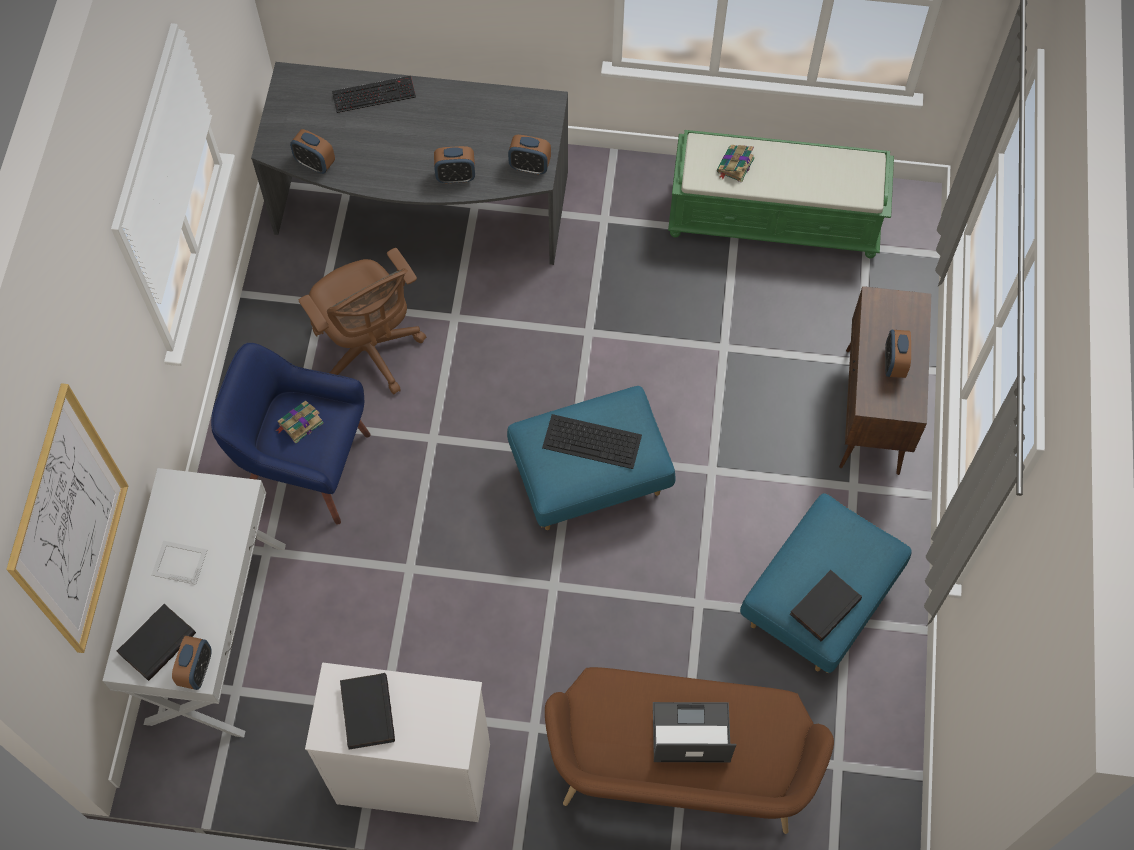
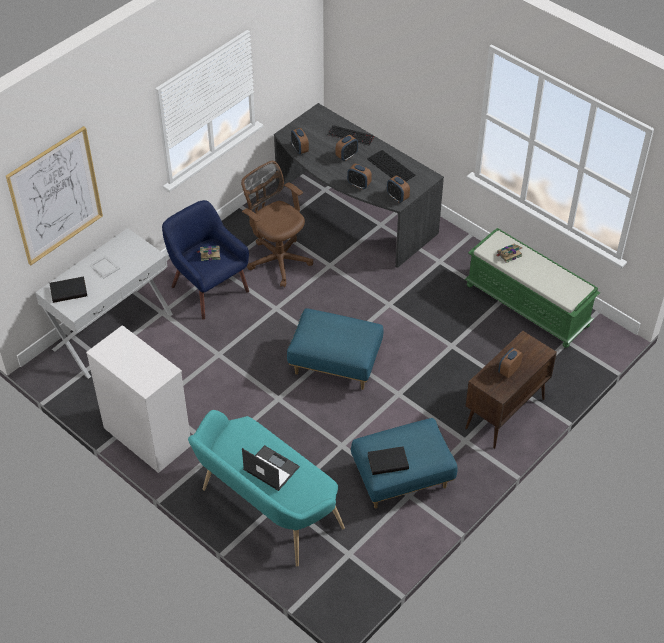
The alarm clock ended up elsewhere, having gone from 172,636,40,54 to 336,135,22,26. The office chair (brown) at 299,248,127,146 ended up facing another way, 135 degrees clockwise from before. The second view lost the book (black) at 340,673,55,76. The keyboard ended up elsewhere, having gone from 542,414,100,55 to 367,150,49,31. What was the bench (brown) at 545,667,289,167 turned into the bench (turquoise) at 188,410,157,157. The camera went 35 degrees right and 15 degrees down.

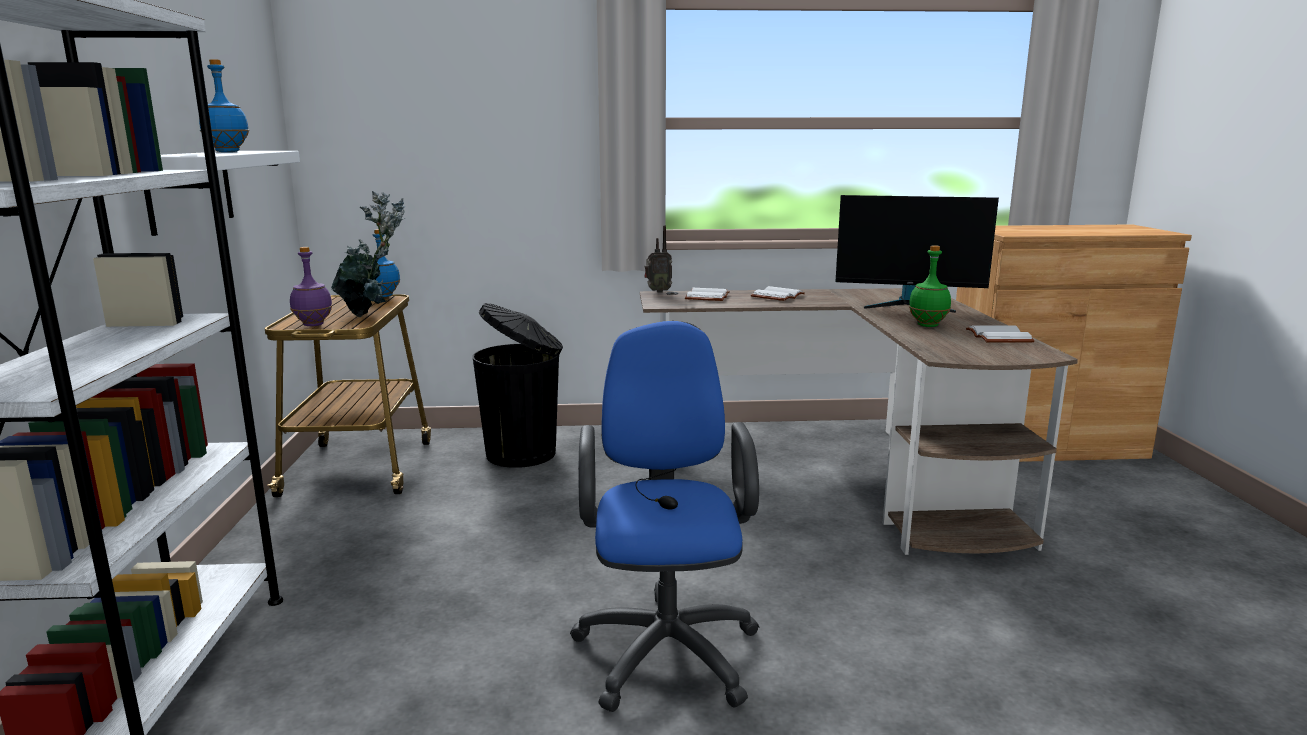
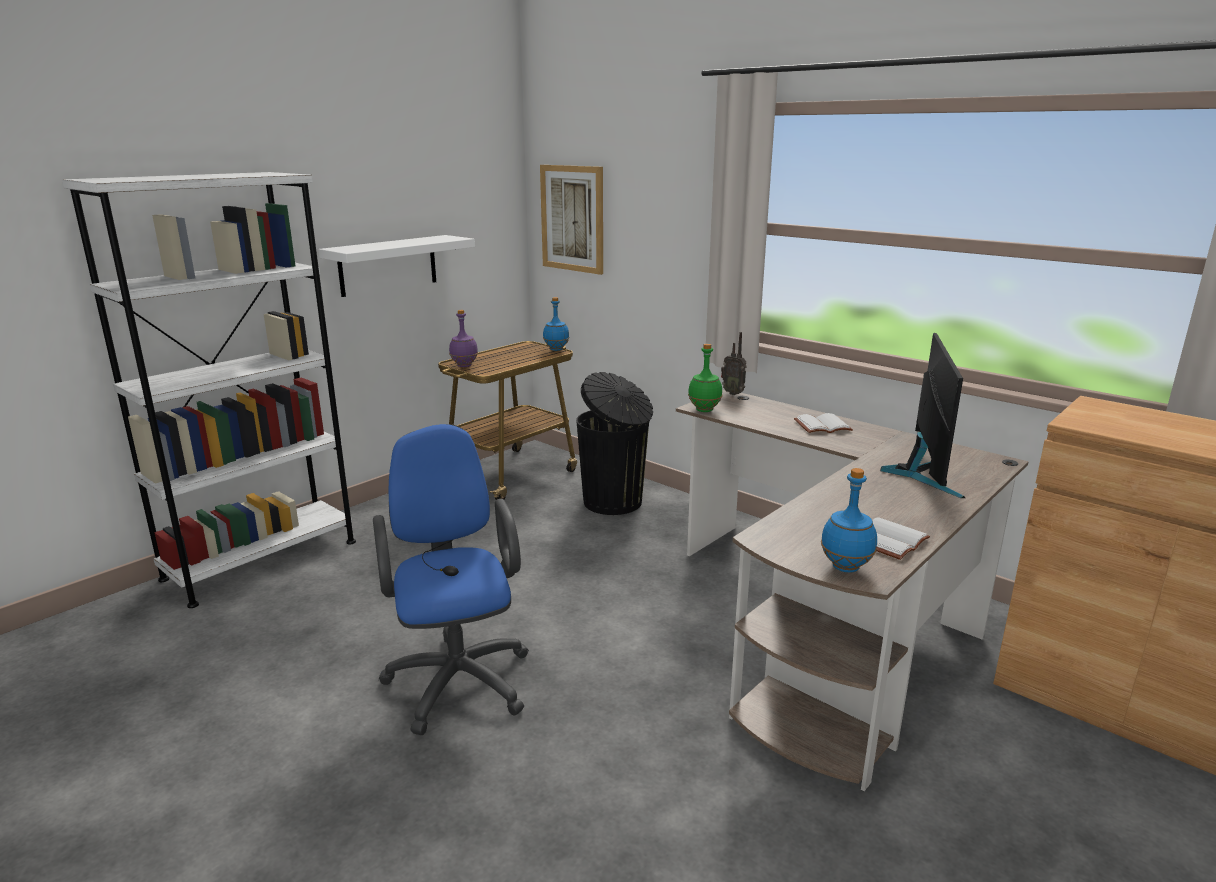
The bottle (blue) ended up elsewhere, having gone from 199,59,50,93 to 821,468,56,105. The second view lost the potted plant at 331,191,75,126. The office chair (blue) at 570,321,189,391 ended up facing another way, 60 degrees counterclockwise from before. The second view lost the book (white) at 685,288,45,13. The monitor at 835,195,164,118 ended up facing another way, 135 degrees counterclockwise from before. The bottle (green) ended up elsewhere, having gone from 909,245,42,82 to 688,344,34,68. The second view gained the picture at 540,165,63,110. The camera went 45 degrees right and 5 degrees up.

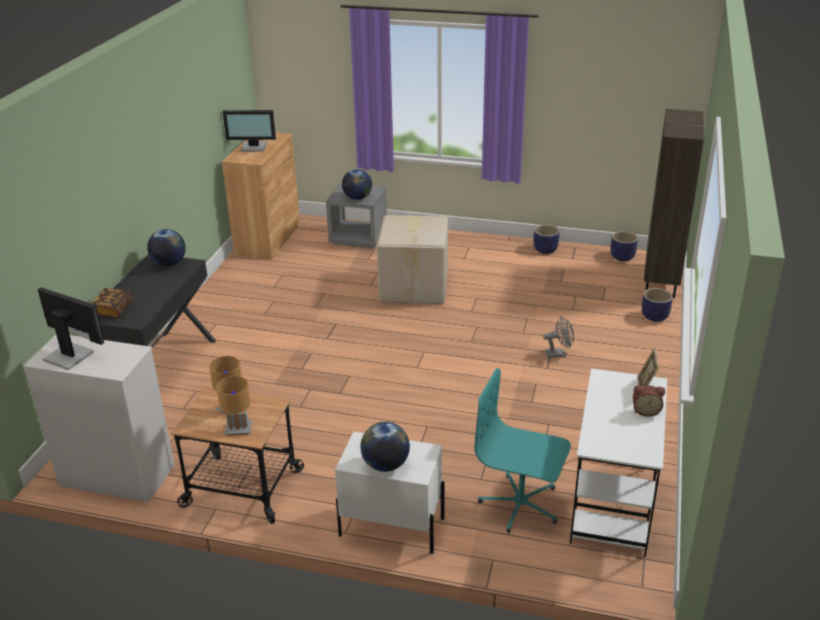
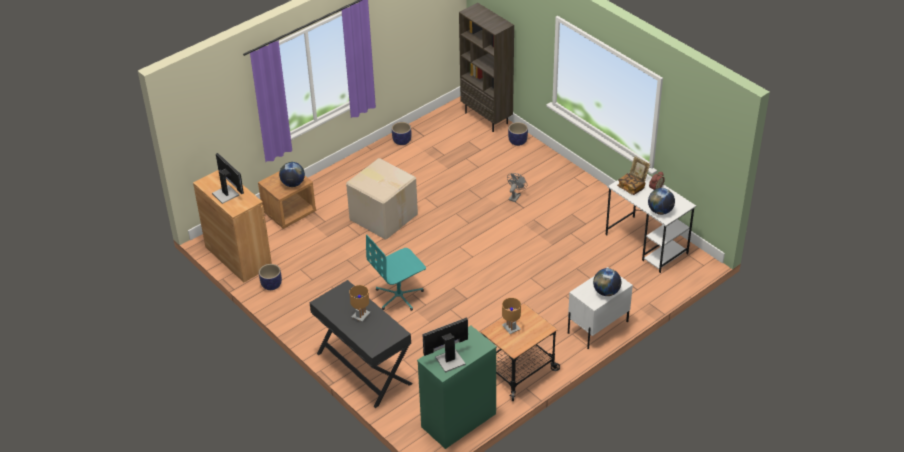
What was the dresser (white) at 23,335,152,167 turned into the dresser (green) at 417,326,80,123. The book ended up elsewhere, having gone from 92,288,40,31 to 617,173,28,22. The globe ended up elsewhere, having gone from 147,229,39,38 to 648,188,27,27. The table lamp (brown) ended up elsewhere, having gone from 216,376,36,60 to 350,285,20,37. The monitor at 223,110,53,42 ended up facing another way, 75 degrees counterclockwise from before. What was the nightstand (grey) at 326,183,61,65 turned into the nightstand (brown) at 258,171,58,58. The office chair (turquoise) ended up elsewhere, having gone from 474,368,97,165 to 366,235,60,76. The planter ended up elsewhere, having gone from 611,231,27,30 to 259,264,23,26. The camera went 55 degrees left and 10 degrees up.

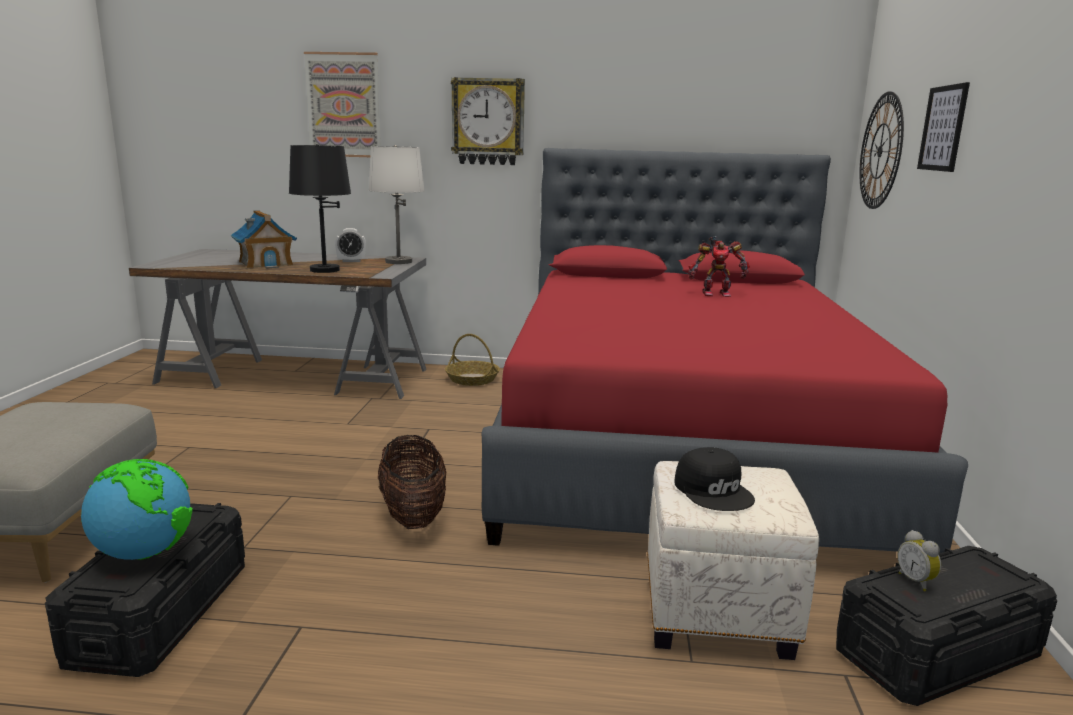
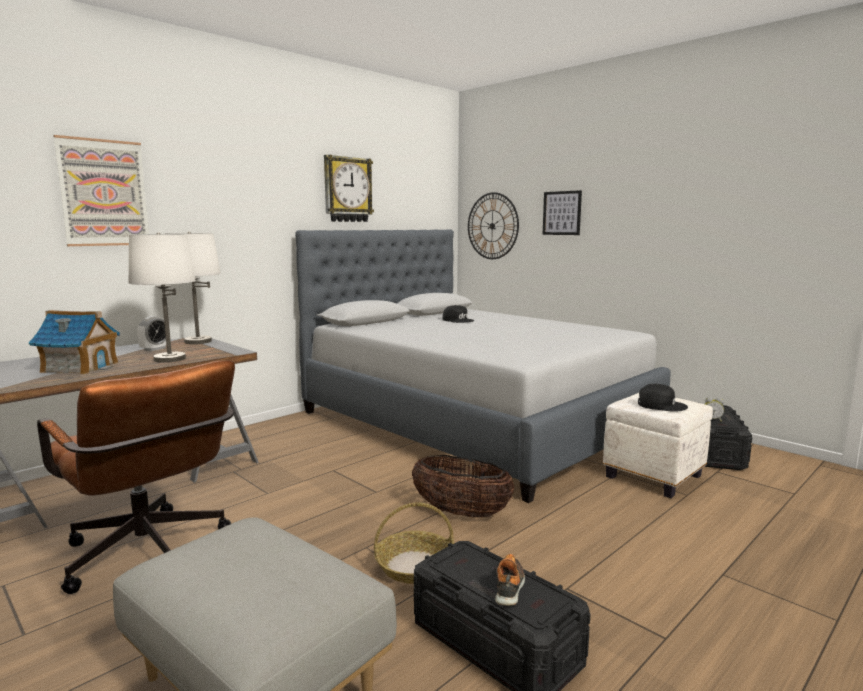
Where the globe stood at 81,459,111,101, the shoe came to stand at 495,554,30,52. What was the table lamp (black) at 289,144,62,129 turned into the table lamp (white) at 129,232,67,131. The basket ended up elsewhere, having gone from 445,334,55,52 to 374,503,80,81. The wall clock ended up elsewhere, having gone from 451,77,74,88 to 324,155,50,67. What was the bed (red) at 482,148,486,405 turned into the bed (grey) at 295,229,375,274. Where the toy robot stood at 688,236,62,61, the cap (black) came to stand at 442,305,33,18. The second view gained the office chair (brown) at 37,360,198,234. The camera went 50 degrees left and 5 degrees down.

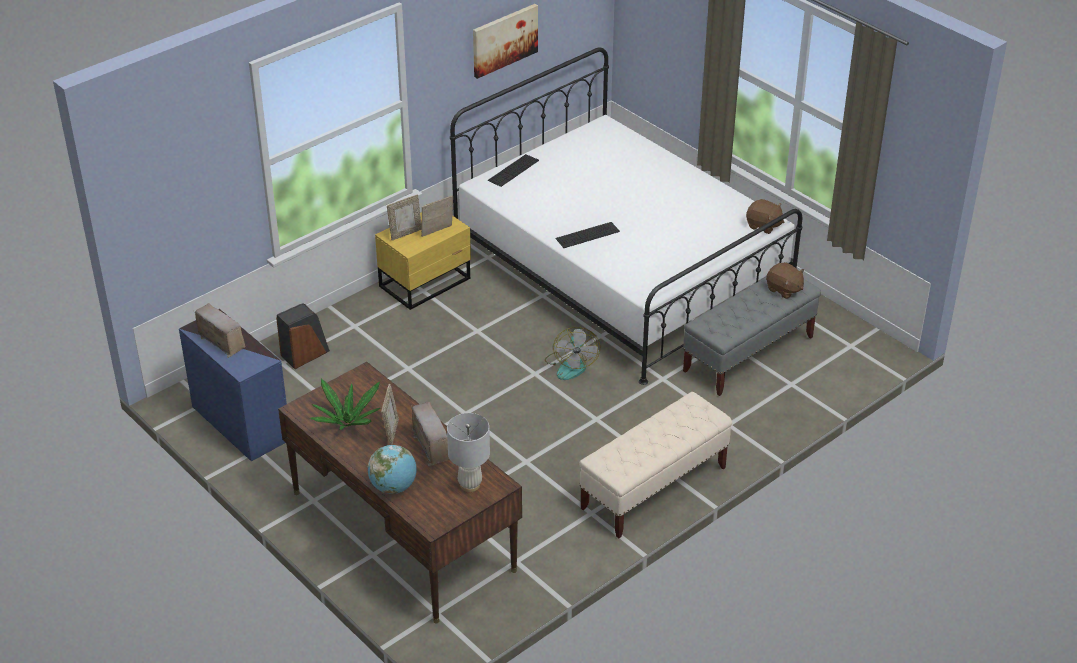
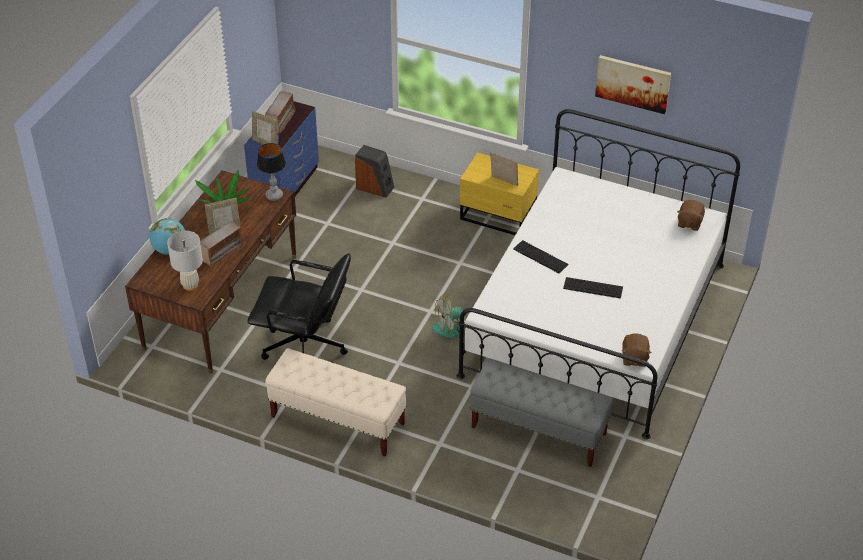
The picture frame ended up elsewhere, having gone from 387,195,35,46 to 252,111,25,33. The keyboard ended up elsewhere, having gone from 488,154,51,33 to 563,277,60,21. The plush toy (brown) ended up elsewhere, having gone from 766,262,38,37 to 677,200,28,31. The second view gained the office chair (black) at 247,253,104,107. The second view gained the table lamp at 257,143,29,58. The camera went 65 degrees right and 5 degrees up.

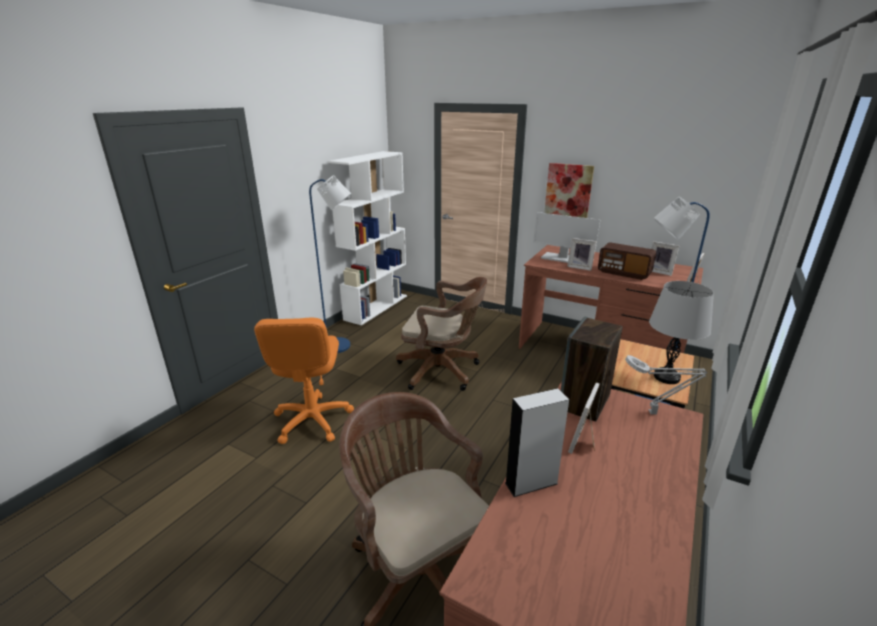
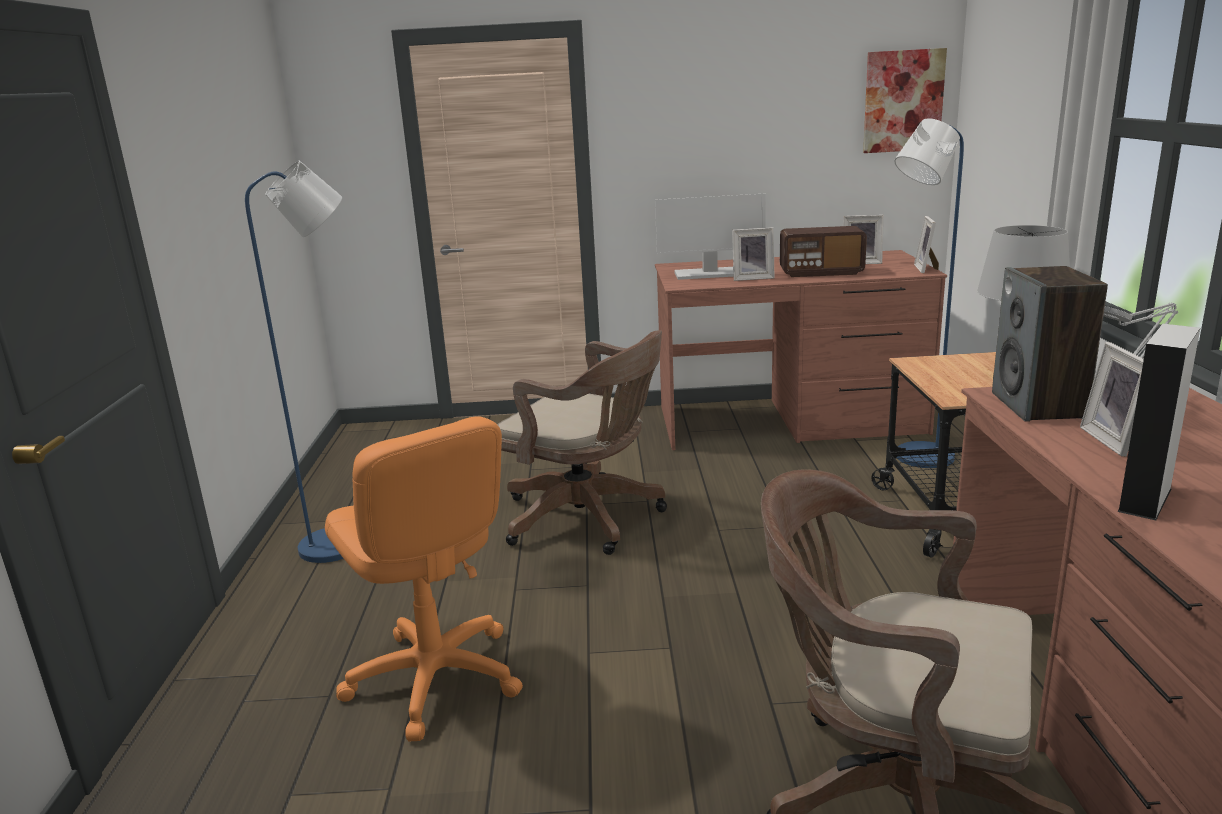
The second view lost the bookcase (white) at 328,151,79,174. The office chair (brown) at 396,277,91,114 ended up facing another way, 45 degrees clockwise from before. The picture ended up elsewhere, having gone from 544,163,50,55 to 863,48,84,105. The camera went 30 degrees left and 5 degrees down.

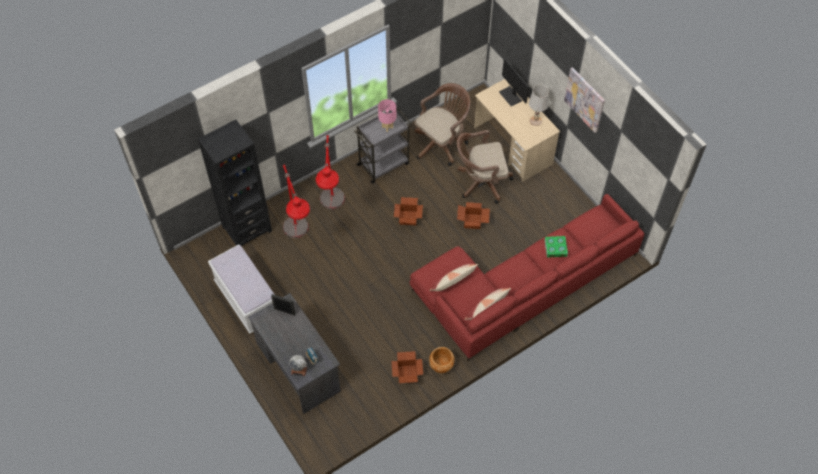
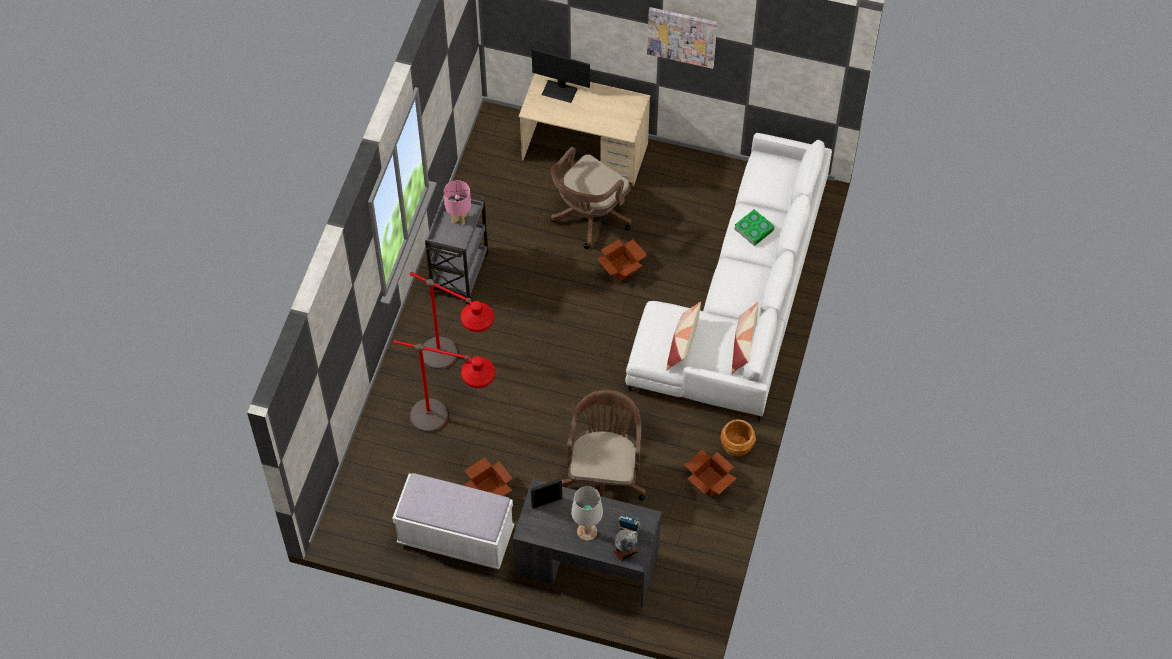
The second view lost the bookcase (black) at 198,120,74,126. The cardboard box ended up elsewhere, having gone from 394,197,29,28 to 464,457,48,39. What was the sofa (red) at 410,194,234,167 turned into the sofa (white) at 625,133,207,288. The office chair (brown) ended up elsewhere, having gone from 414,83,56,83 to 562,390,84,111. The table lamp (white) ended up elsewhere, having gone from 529,85,20,41 to 571,486,32,55. The camera went 40 degrees left and 0 degrees up.

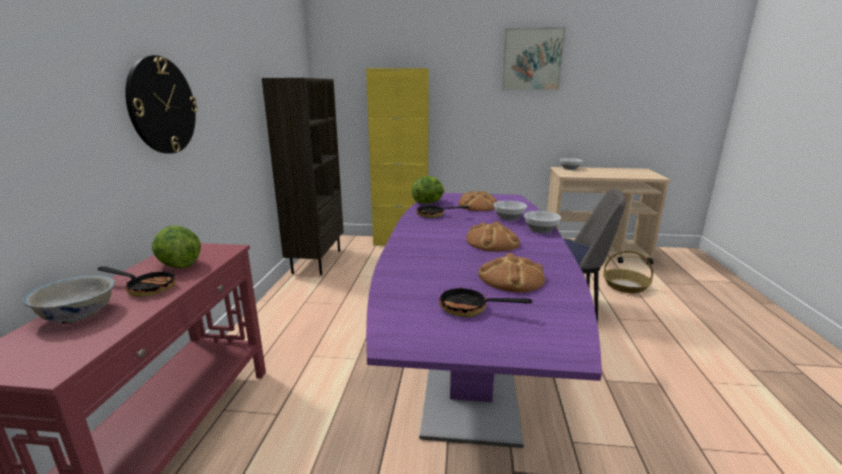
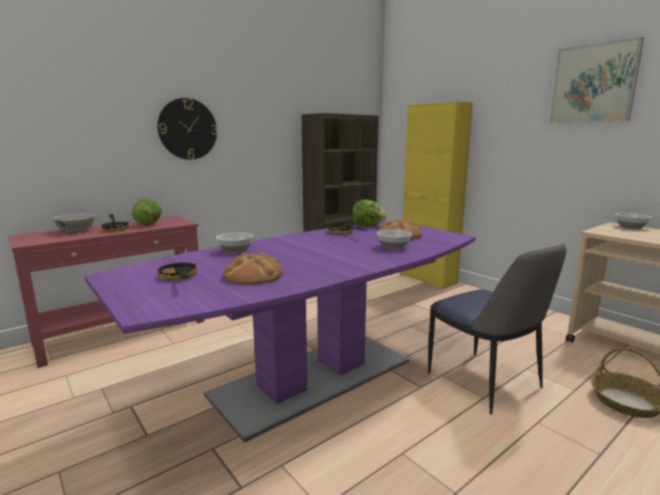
The second view lost the bread at 466,221,54,31. The bowl ended up elsewhere, having gone from 524,211,37,22 to 216,232,37,22. The camera went 45 degrees right and 5 degrees down.

